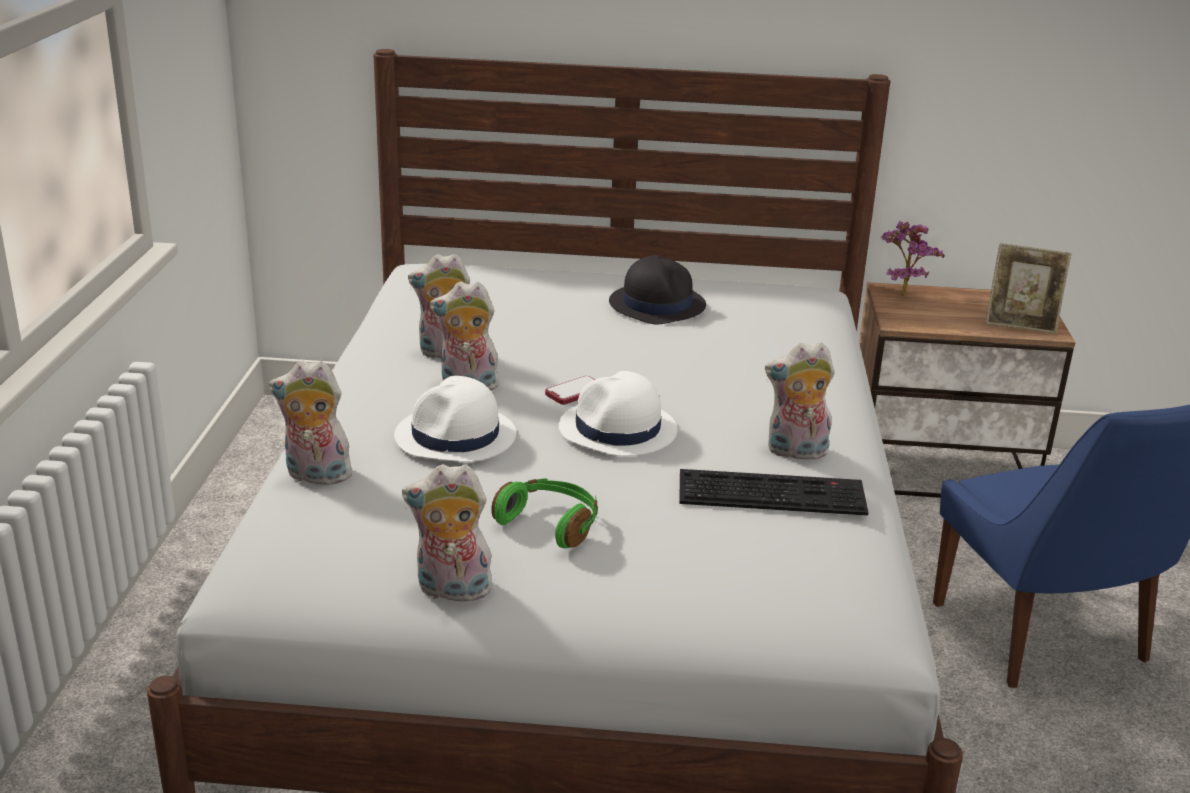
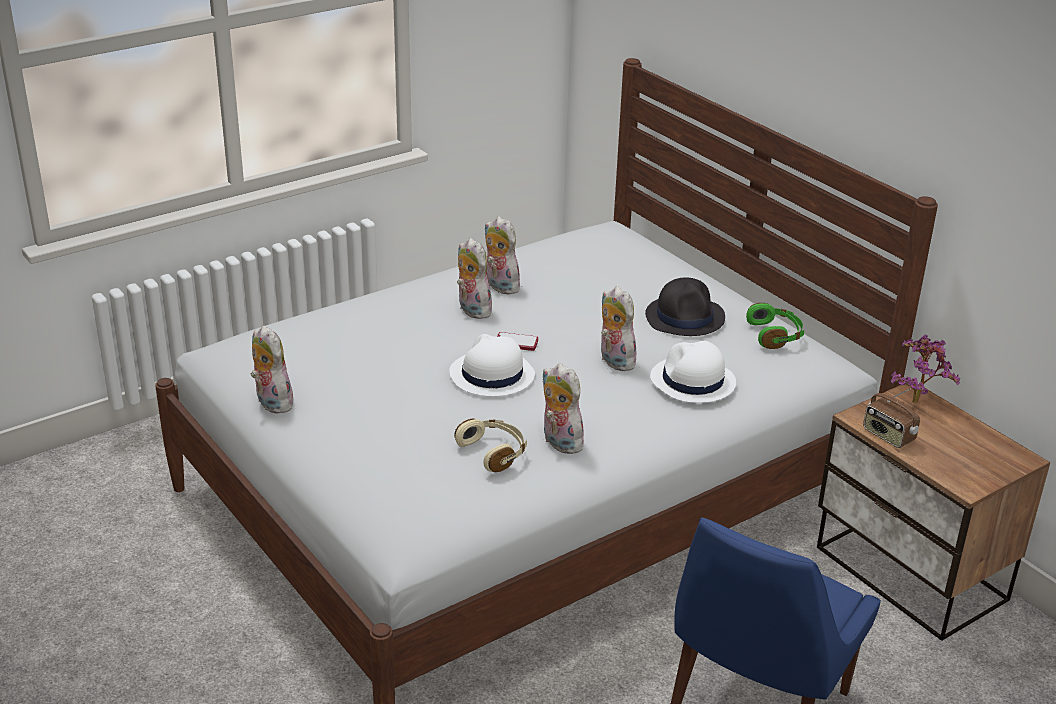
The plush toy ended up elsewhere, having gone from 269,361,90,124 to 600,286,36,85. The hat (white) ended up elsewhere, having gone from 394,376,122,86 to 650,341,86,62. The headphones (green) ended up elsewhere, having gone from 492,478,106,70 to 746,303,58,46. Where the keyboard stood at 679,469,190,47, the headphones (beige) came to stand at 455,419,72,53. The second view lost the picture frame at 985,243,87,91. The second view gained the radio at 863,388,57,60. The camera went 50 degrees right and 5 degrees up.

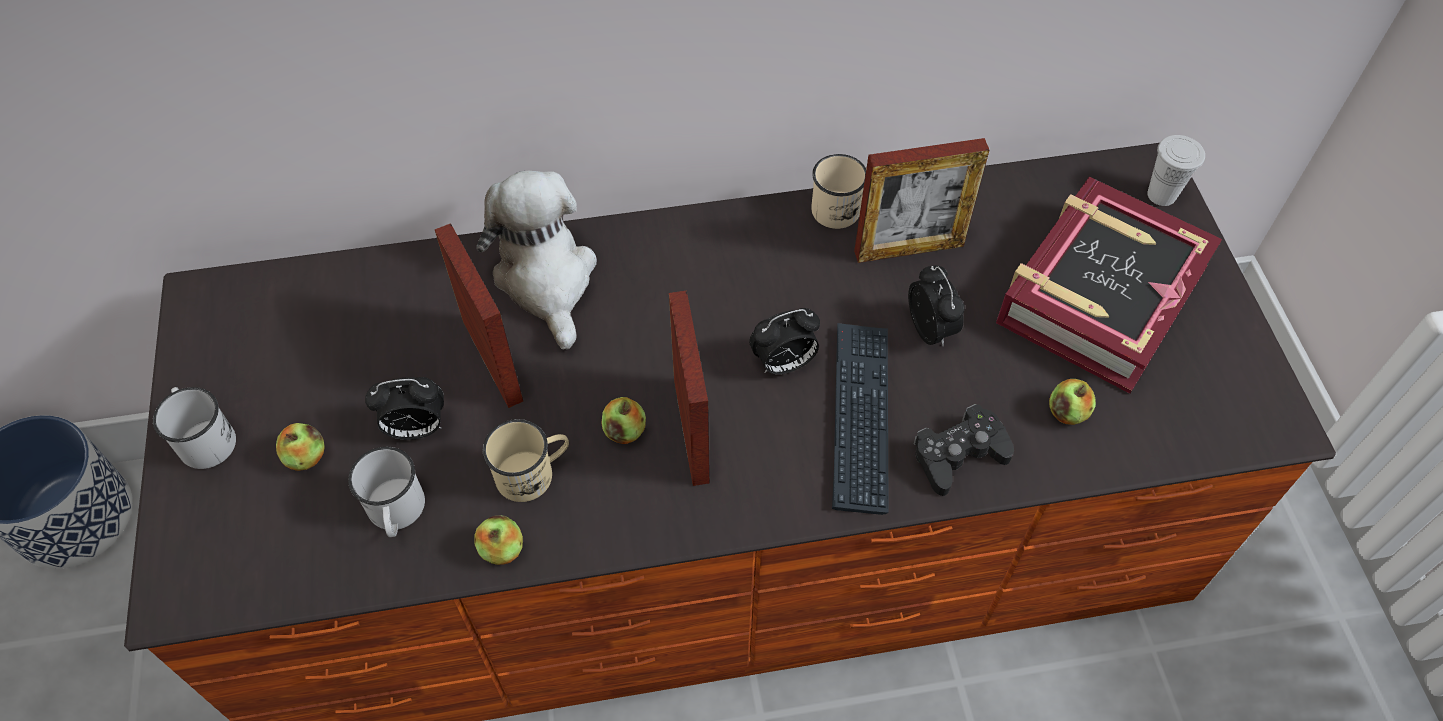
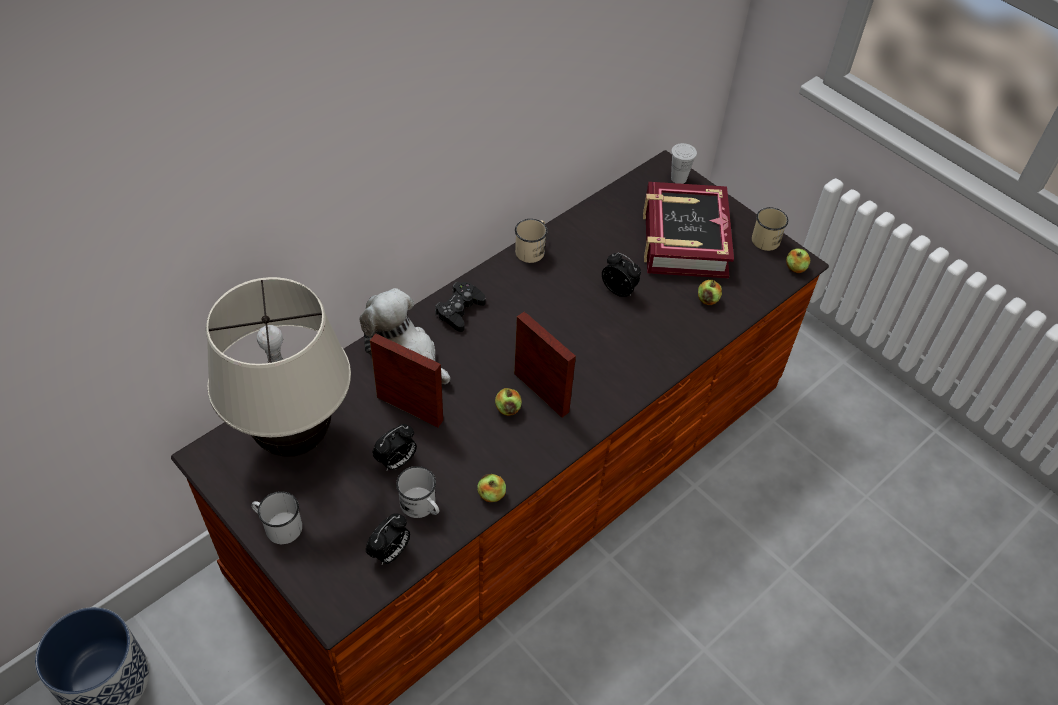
The apple ended up elsewhere, having gone from 276,423,49,48 to 786,248,24,25. The mug (beige) ended up elsewhere, having gone from 483,419,86,83 to 752,207,36,44. The alarm clock ended up elsewhere, having gone from 749,308,71,66 to 366,513,44,51. The second view lost the keyboard at 832,323,57,192. The second view lost the picture frame at 854,138,135,125. The game controller (black) ended up elsewhere, having gone from 913,404,101,92 to 435,282,51,50. The second view gained the table lamp (beige) at 206,277,145,180. The camera went 35 degrees left and 5 degrees down.

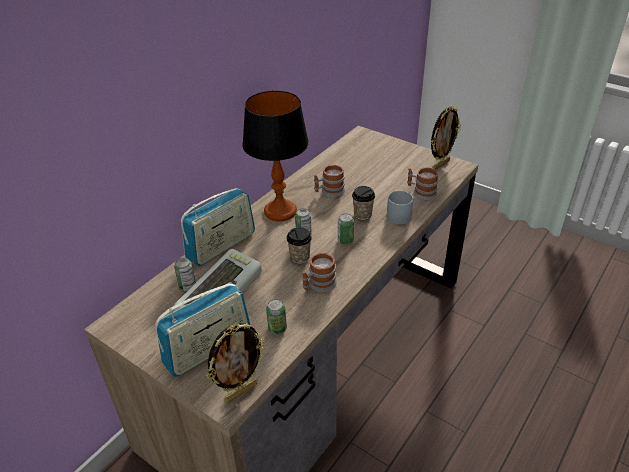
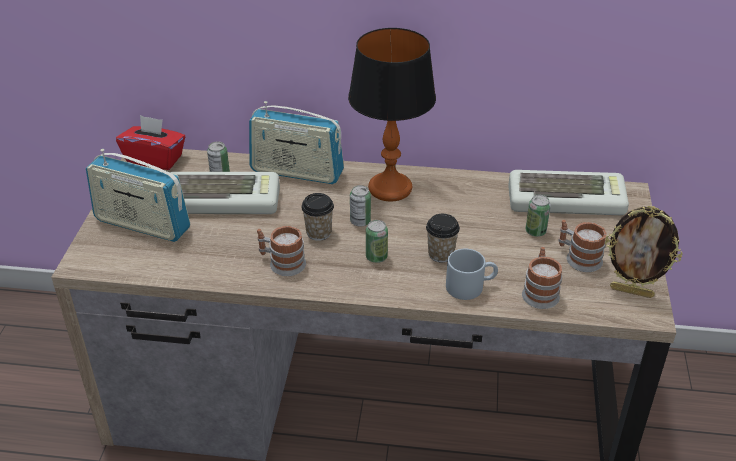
The second view lost the picture frame at 206,323,60,79. The can ended up elsewhere, having gone from 266,299,21,36 to 525,195,26,42. The mug ended up elsewhere, having gone from 314,165,31,32 to 558,220,48,52. The second view gained the tissue box (red) at 116,115,69,55. The second view gained the keyboard at 508,170,121,45. The camera went 60 degrees right and 0 degrees up.

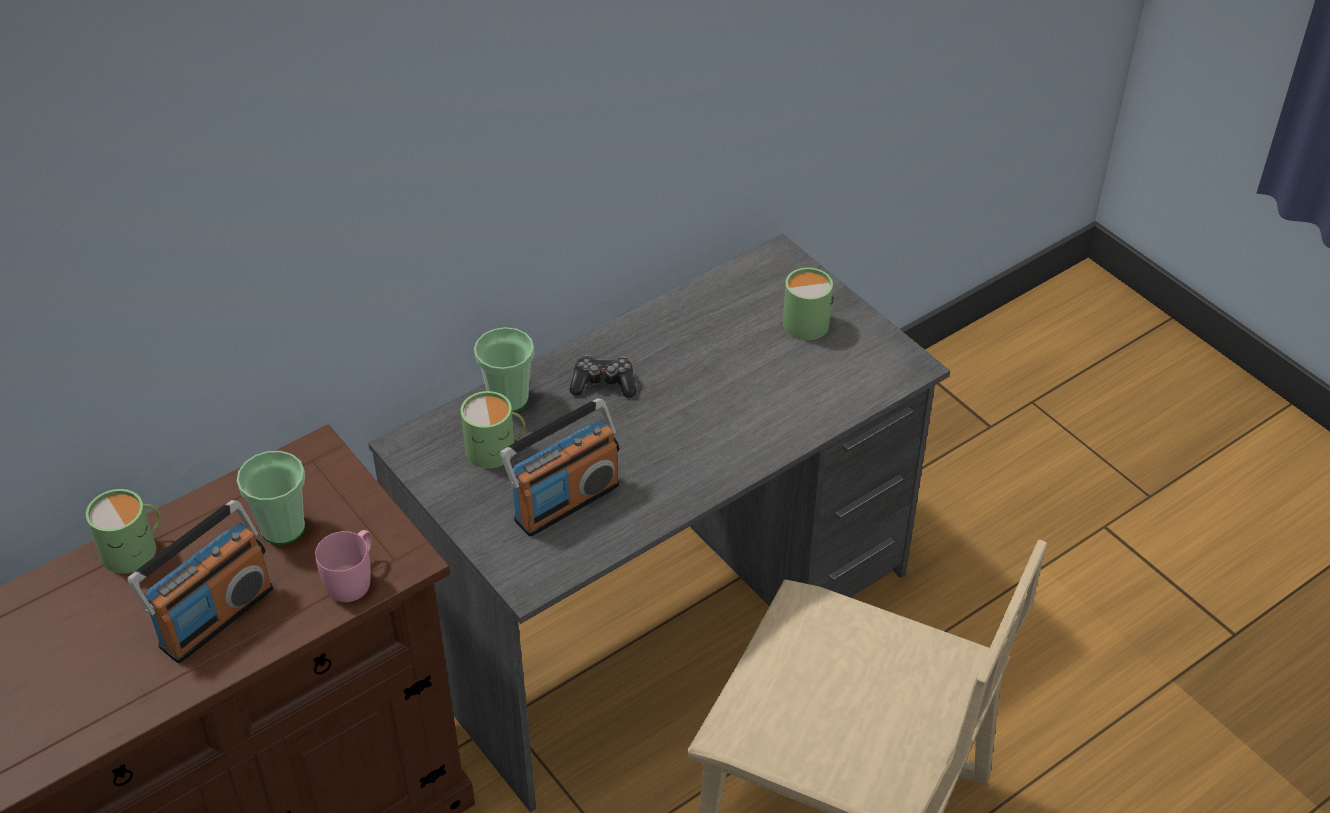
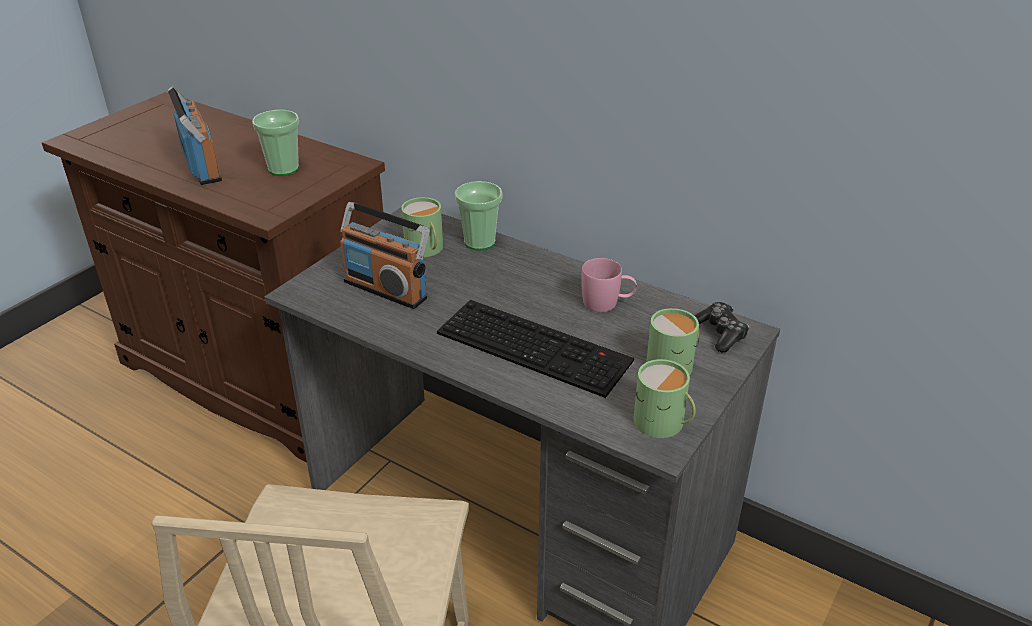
The mug (green) ended up elsewhere, having gone from 86,489,75,85 to 634,359,62,79. The radio at 128,500,145,163 ended up facing another way, 135 degrees counterclockwise from before. The mug (pink) ended up elsewhere, having gone from 315,530,57,72 to 581,258,56,54. The game controller ended up elsewhere, having gone from 569,355,67,42 to 695,302,54,51. The second view gained the keyboard at 437,300,197,98. The camera went 70 degrees right and 10 degrees down.

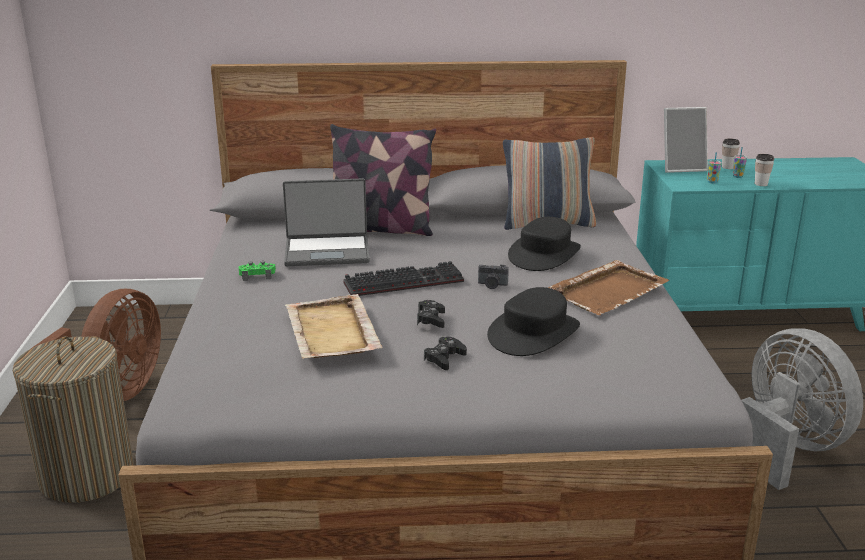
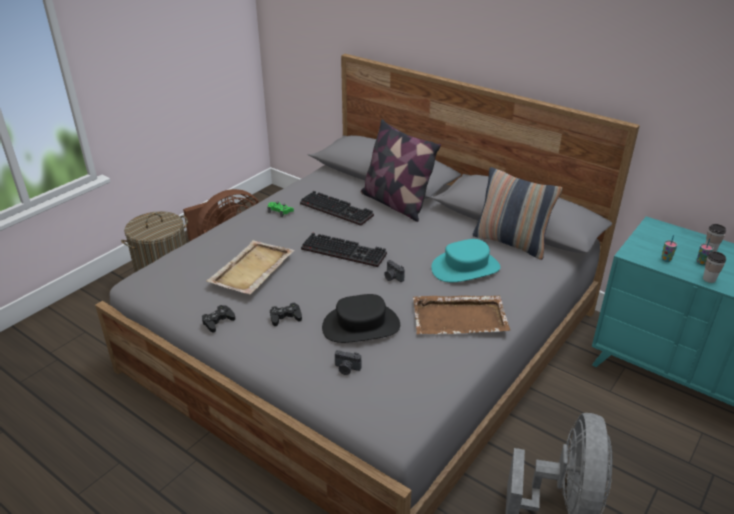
Where the laptop stood at 283,178,87,88, the keyboard came to stand at 300,191,74,35. The game controller (black) ended up elsewhere, having gone from 417,300,28,28 to 202,305,33,28. What was the hat (black) at 508,217,73,54 turned into the hat (turquoise) at 431,239,69,43. The second view lost the picture frame at 664,107,44,66. The second view gained the photo camera at 335,350,26,25. The camera went 40 degrees right and 10 degrees up.

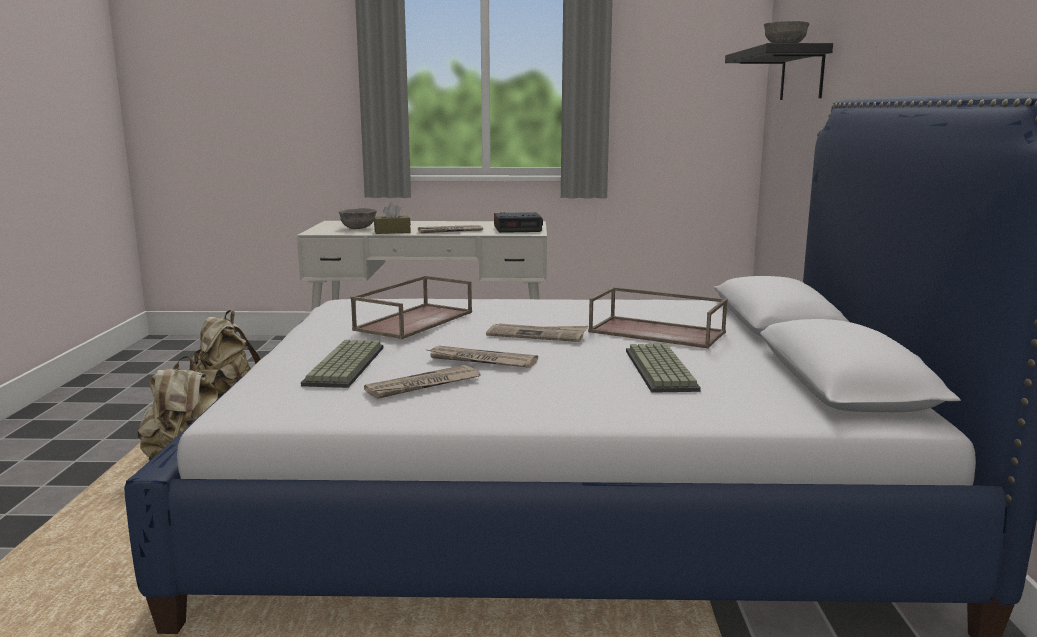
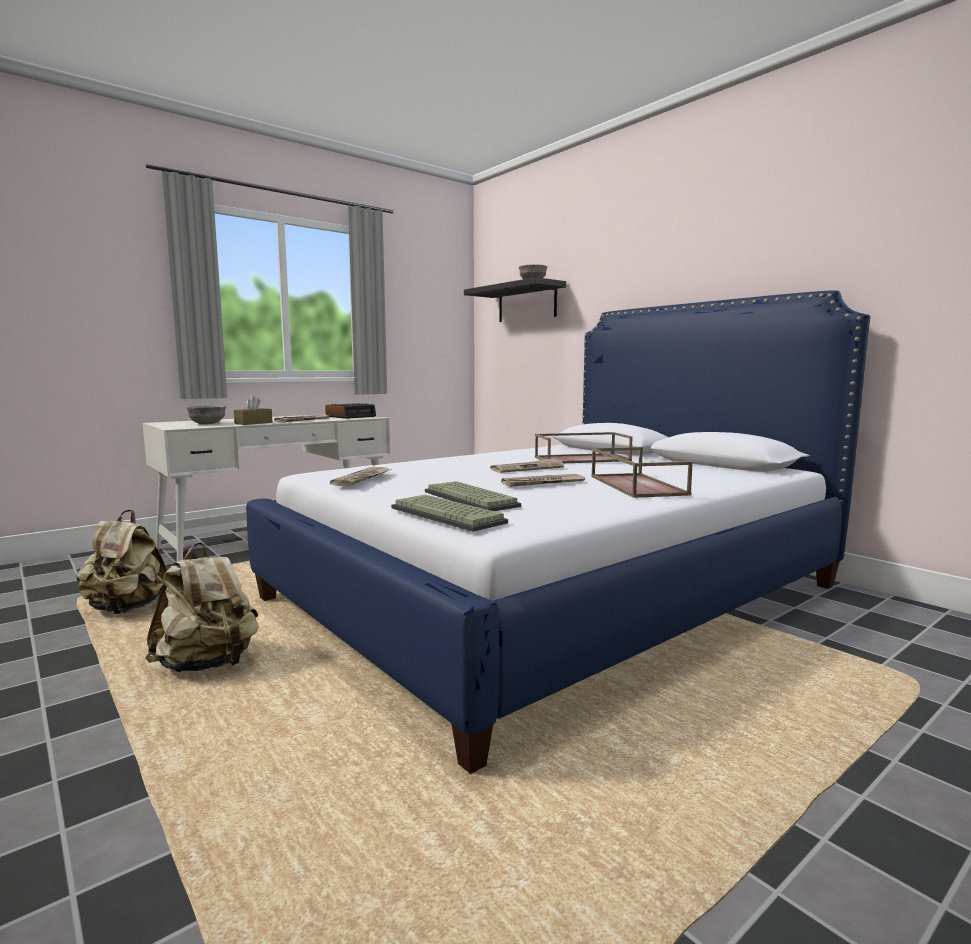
The tray (brown) ended up elsewhere, having gone from 351,276,121,63 to 591,447,102,51. The newspaper ended up elsewhere, having gone from 364,365,116,34 to 330,467,62,19. The keyboard ended up elsewhere, having gone from 626,344,75,49 to 391,495,117,37. The camera went 40 degrees left and 5 degrees down.

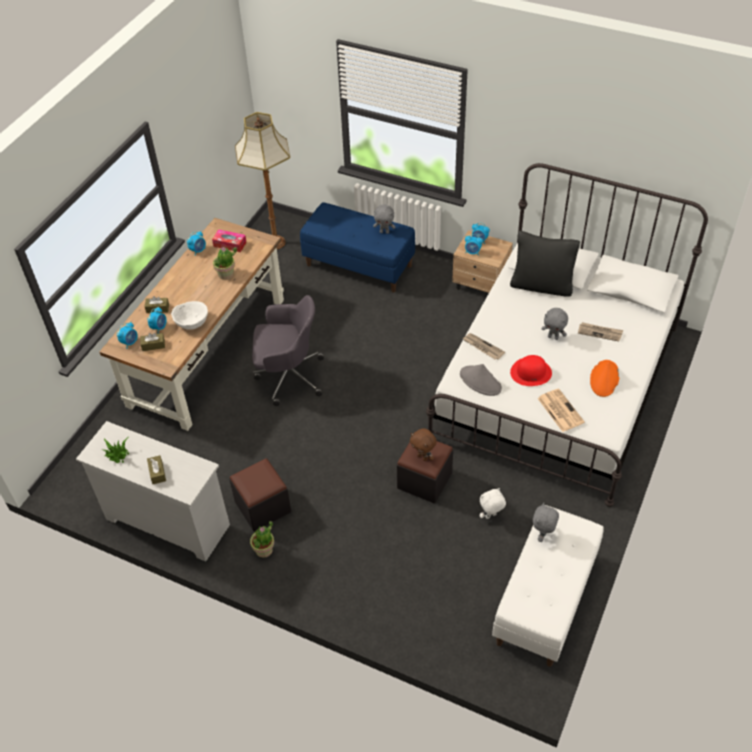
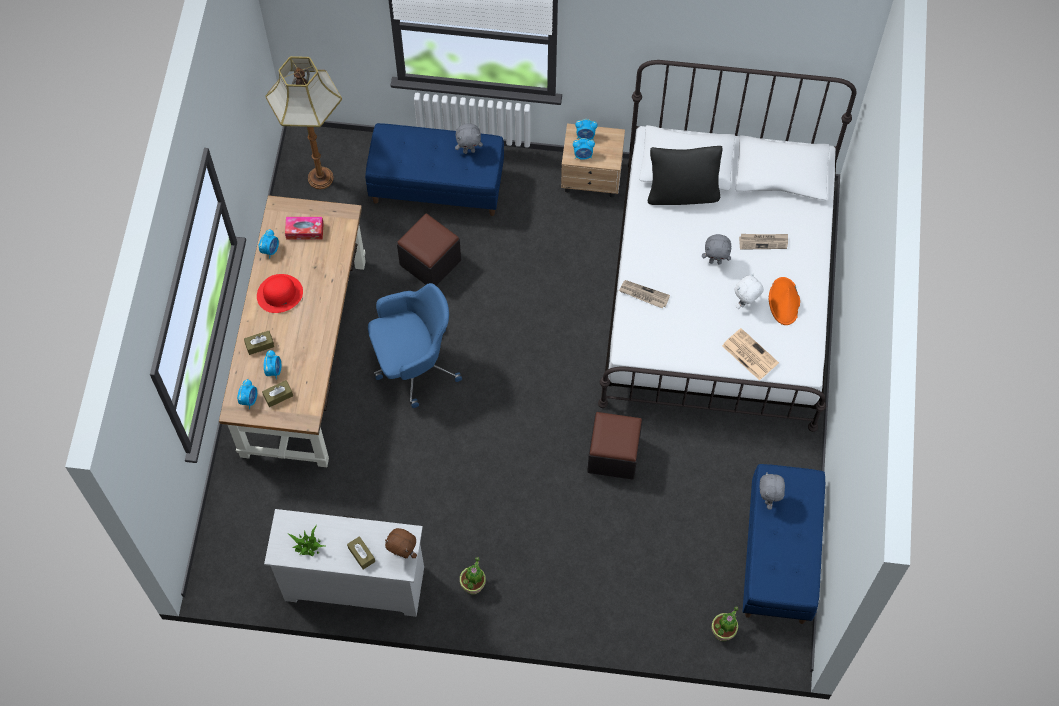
The second view lost the bowl (white) at 171,301,37,29. The potted plant ended up elsewhere, having gone from 213,247,24,33 to 711,606,27,35. The ottoman (black) ended up elsewhere, having gone from 229,458,62,73 to 397,213,64,73. What was the office chair (grey) at 252,295,72,111 turned into the office chair (blue) at 368,283,94,125. The plush toy (brown) ended up elsewhere, having gone from 410,428,27,33 to 385,528,32,30. The second view lost the hat (grey) at 460,364,42,32. The plush toy (white) ended up elsewhere, having gone from 480,488,26,31 to 735,273,29,36. What was the bench (white) at 492,505,112,162 turned into the bench (blue) at 743,464,82,160. The hat (red) ended up elsewhere, having gone from 510,355,42,31 to 257,274,46,39. The camera went 20 degrees left and 15 degrees up.

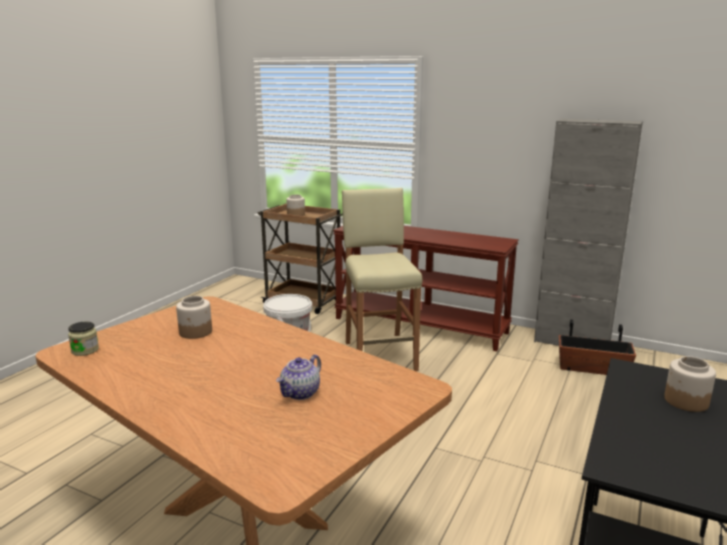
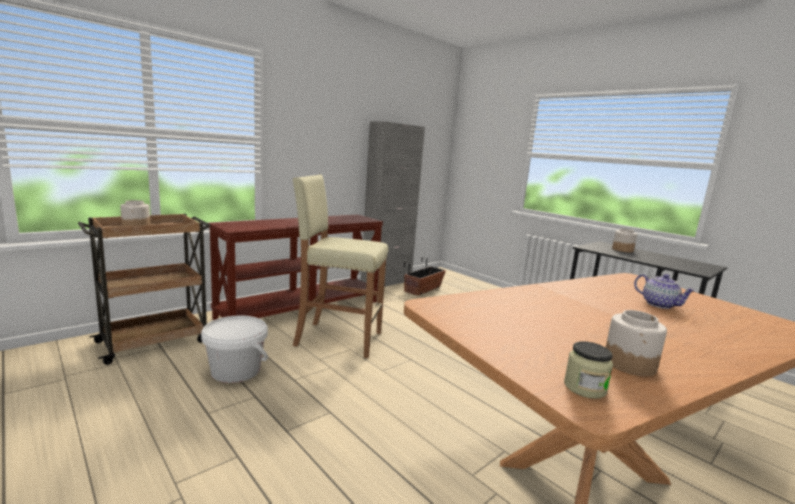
The jar ended up elsewhere, having gone from 176,296,36,43 to 605,310,62,66. The camera went 70 degrees left and 5 degrees down.

